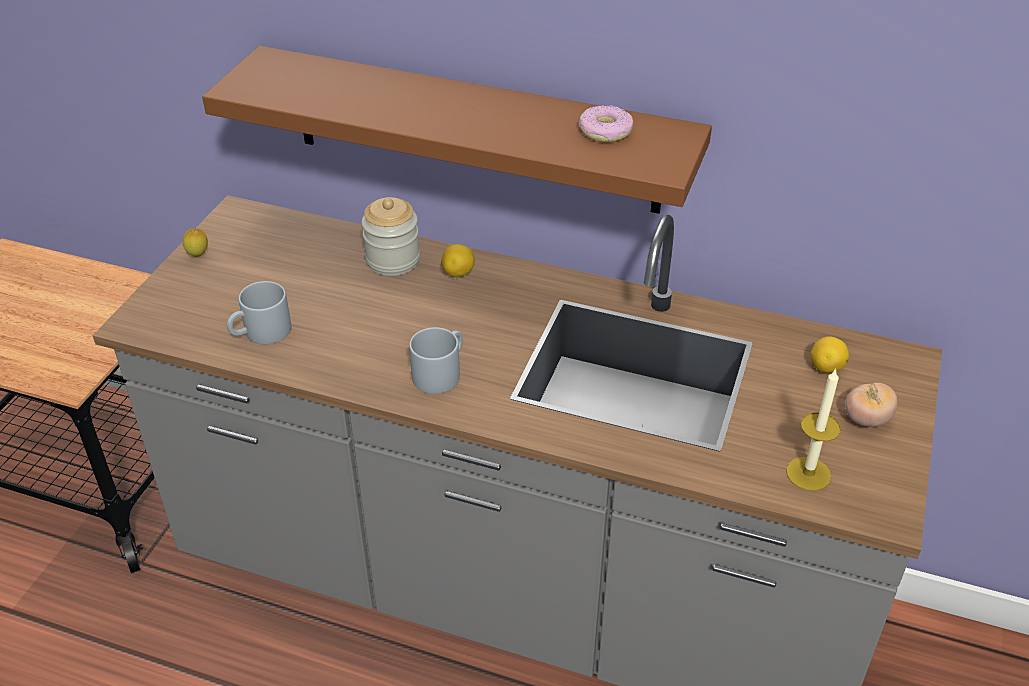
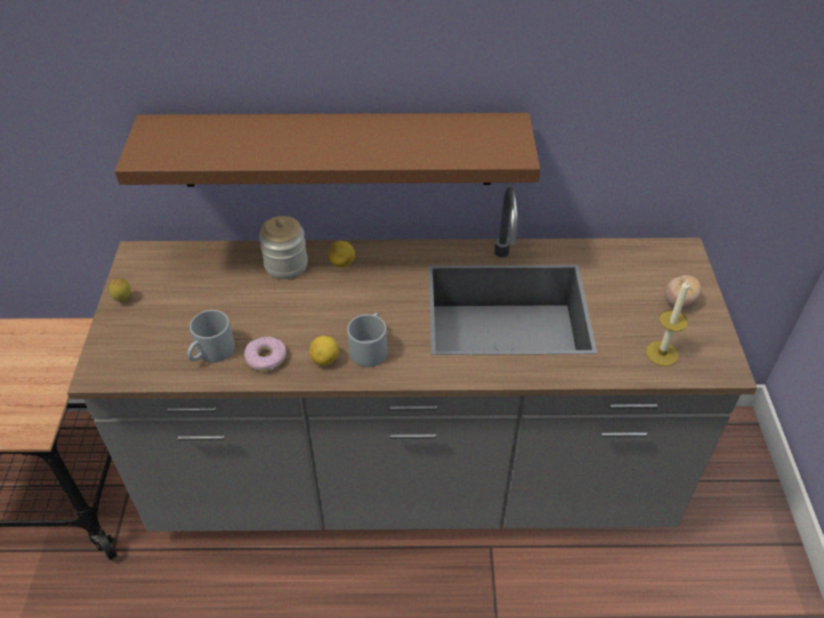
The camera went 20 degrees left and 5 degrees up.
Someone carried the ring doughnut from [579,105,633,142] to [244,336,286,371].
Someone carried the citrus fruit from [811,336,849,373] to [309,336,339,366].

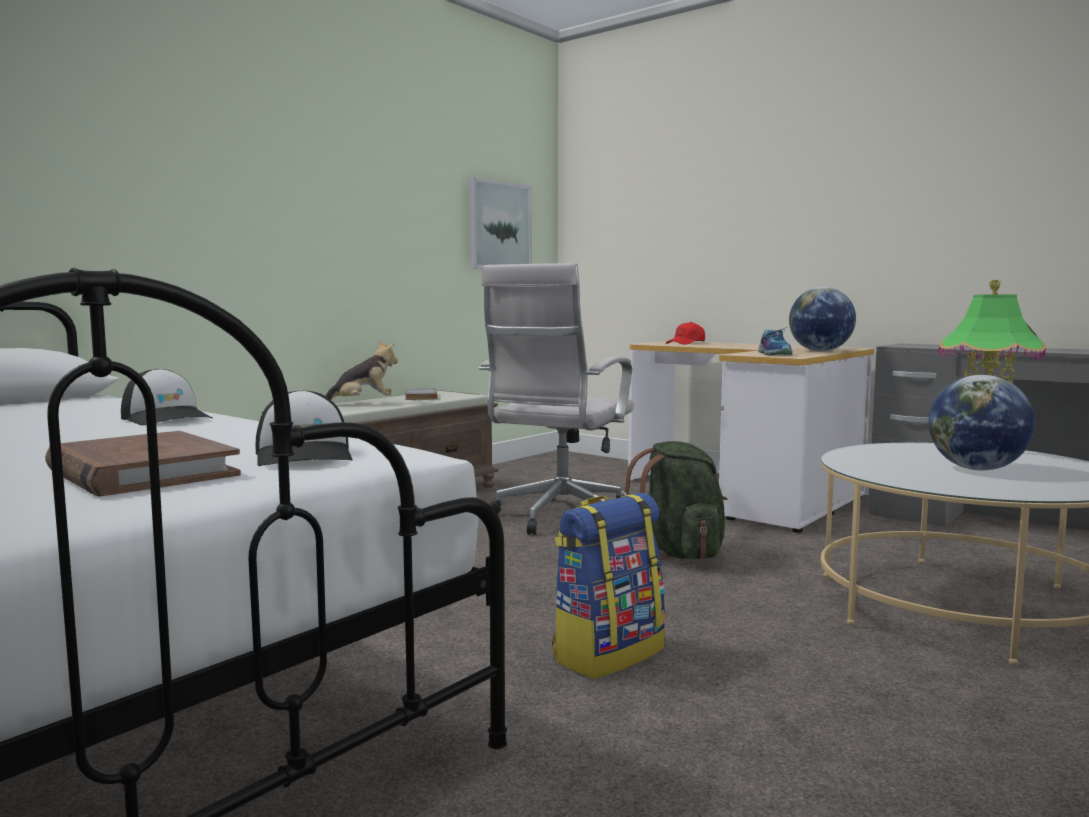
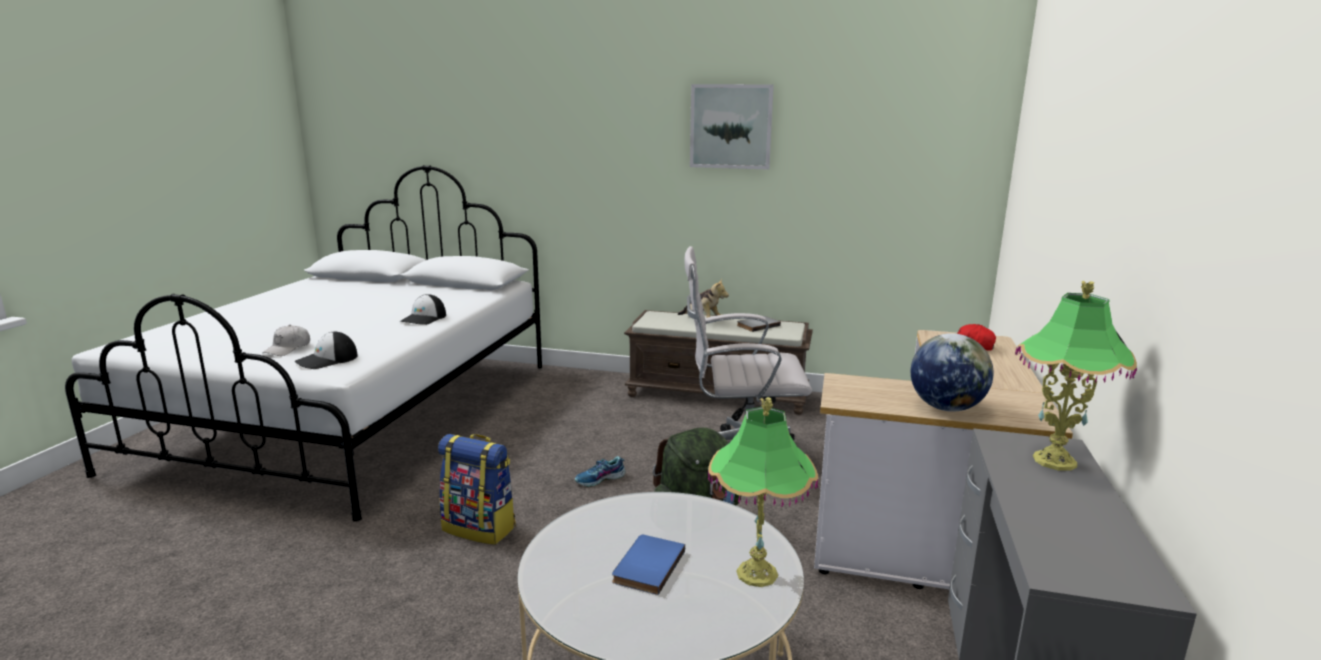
The camera went 65 degrees right and 10 degrees up.
Someone swapped the brownish book at [45,431,241,496] for the whitish baseball cap at [262,325,310,356].
Someone carried the low shoe from [758,327,792,356] to [575,456,625,487].
Someone swapped the globe at [929,375,1035,471] for the blue book at [612,535,685,595].
Someone carried the wall art from [469,177,532,269] to [690,84,774,170].
Someone put down the table lamp at [1015,281,1137,471].

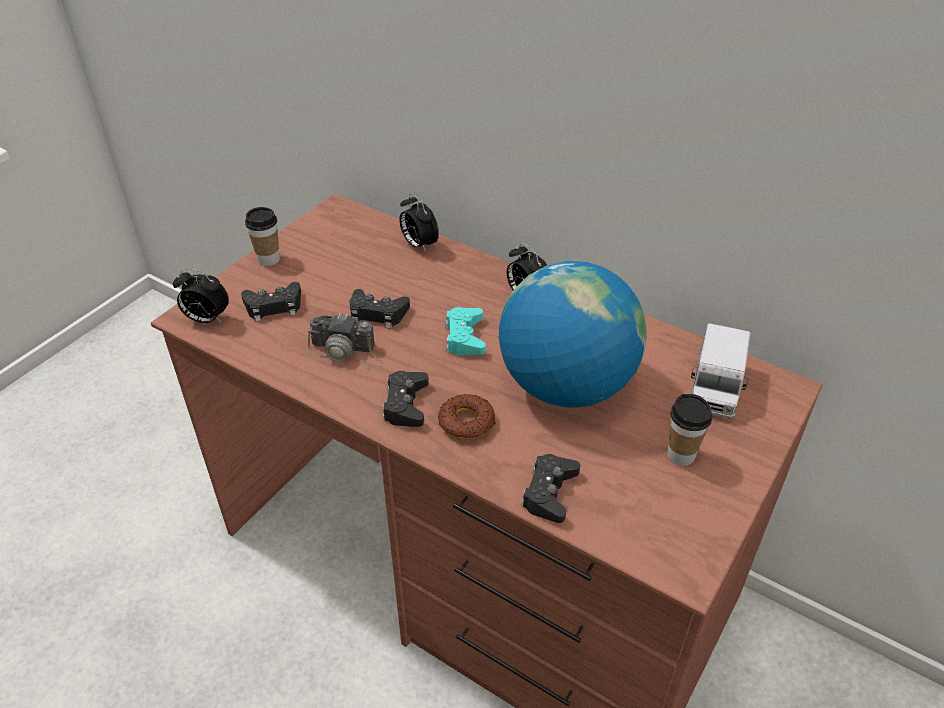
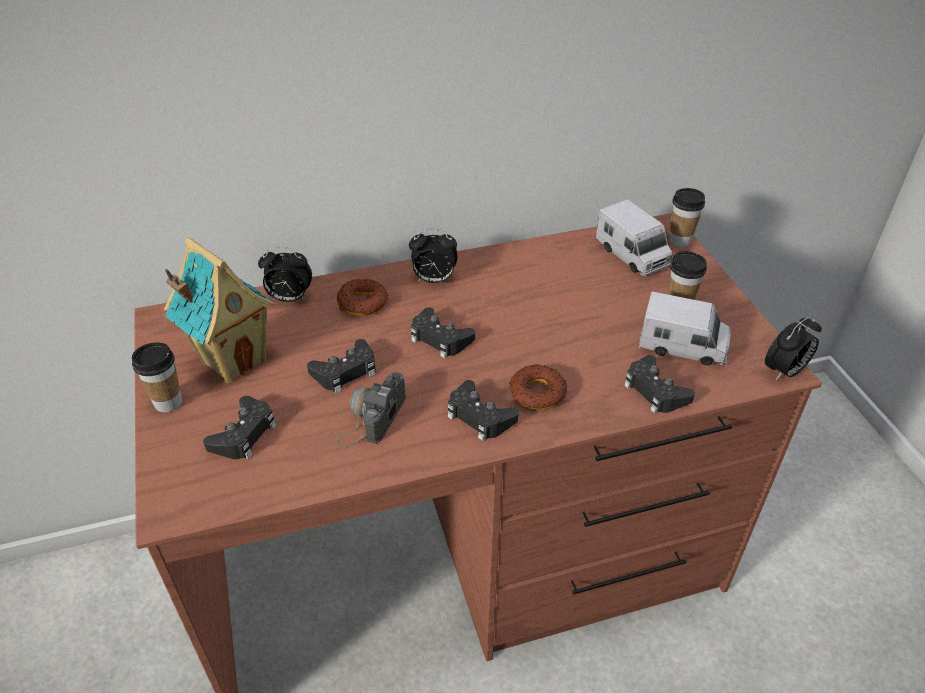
The camera went 50 degrees left and 0 degrees up.
Someone put down the toy house at [164,237,274,384].
Someone rotated the still camera at [307,313,383,370] by 150 degrees clockwise.
Someone put down the ring doughnut at [337,279,388,316].
Someone repainted the turquoise-coloured joypad at [445,307,486,355], which became the black joypad at [411,308,475,358].
Someone put down the toy truck at [638,291,731,366].
Someone put down the cup at [669,188,705,248].
Someone carried the alarm clock from [173,269,229,323] to [765,315,822,380].
Someone took away the globe at [499,261,647,408].

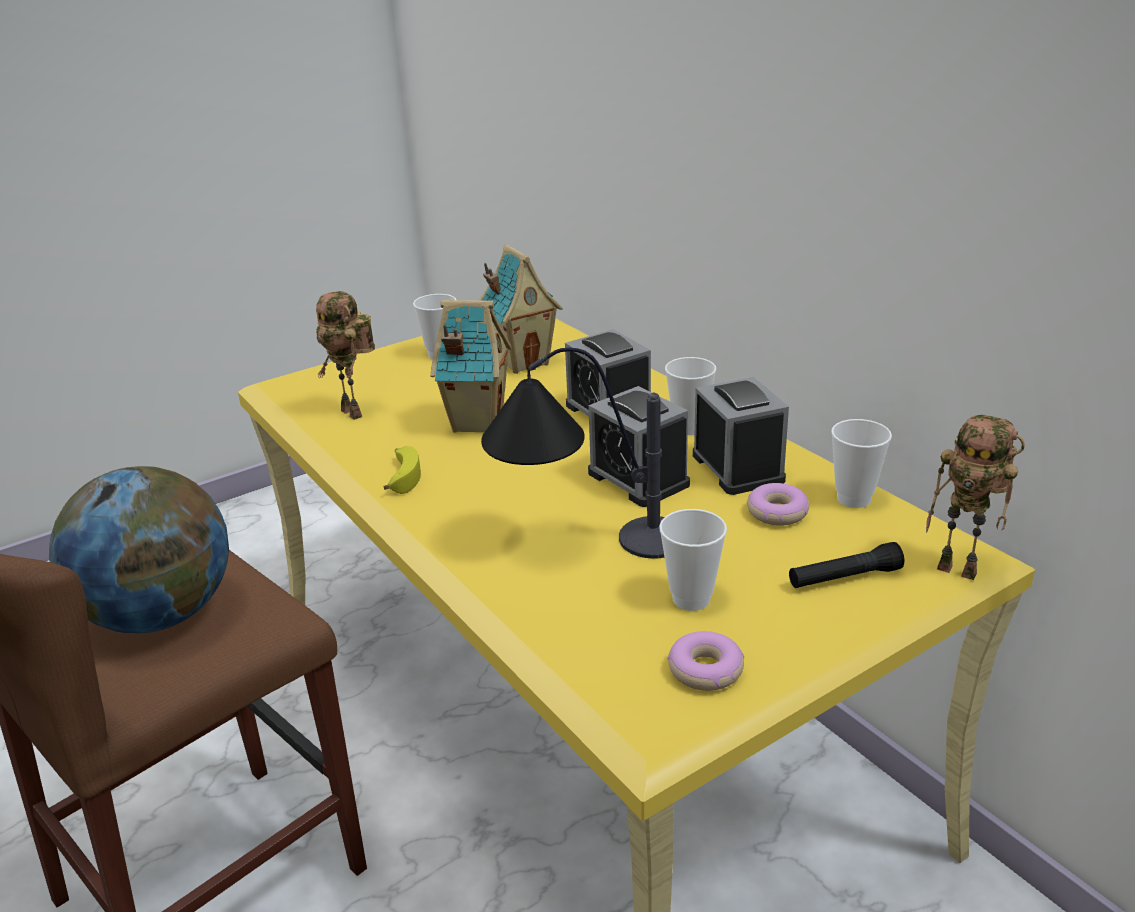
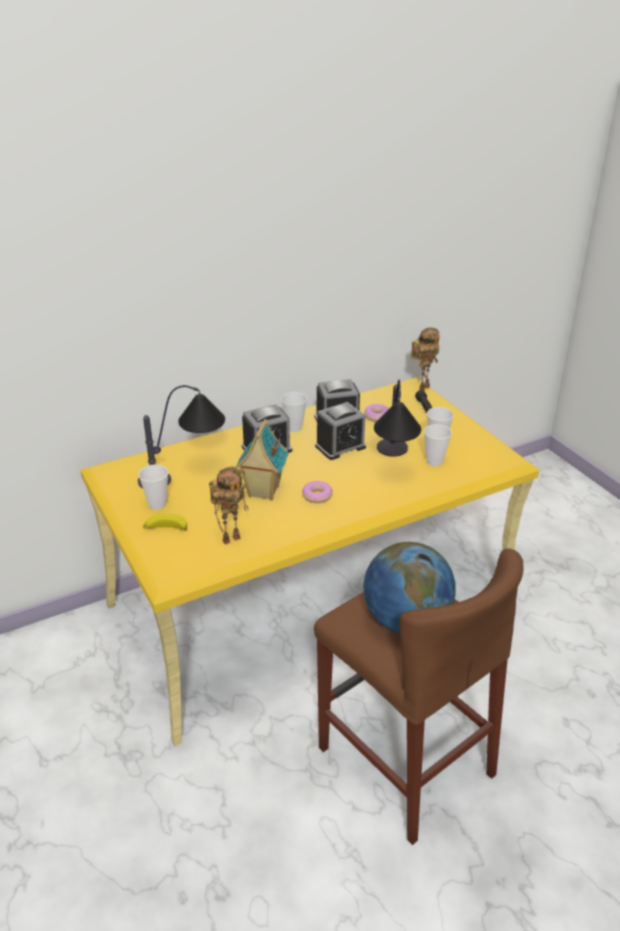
The camera went 85 degrees left and 5 degrees up.
Someone swapped the toy house at [480,244,563,374] for the table lamp at [138,385,225,488].
Someone carried the whole banana from [384,446,421,494] to [143,513,187,531].
Someone carried the ring doughnut from [667,631,744,691] to [302,481,333,503].
Someone carried the cup from [831,419,892,508] to [424,424,452,467].

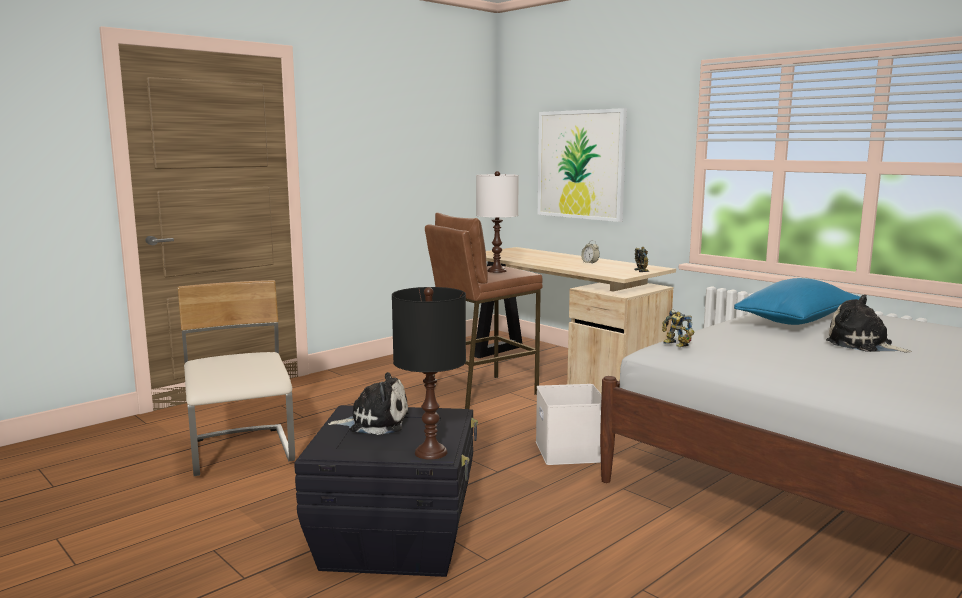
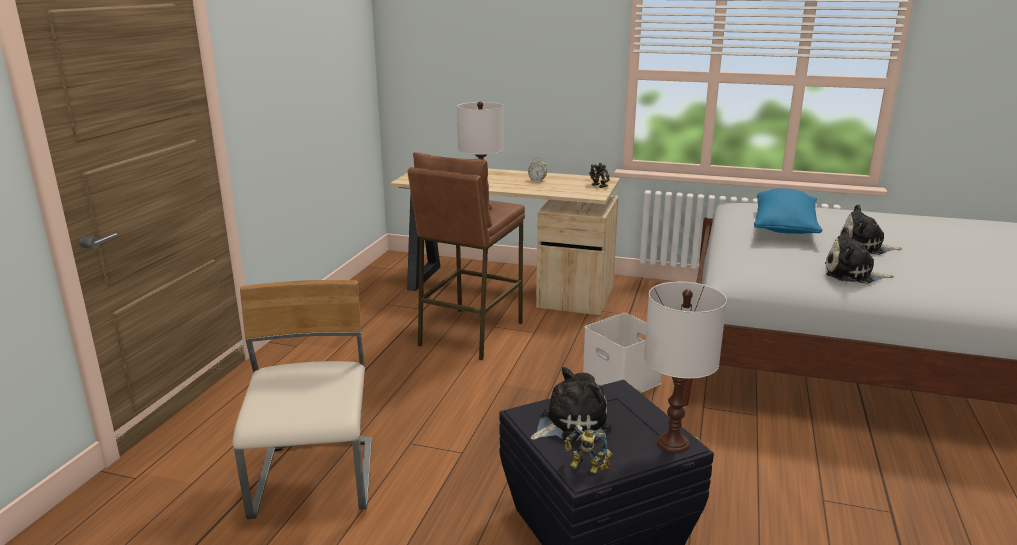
The camera went 30 degrees left and 10 degrees up.
Someone rotated the sand-coloured plain chair at [178,280,295,476] by 45 degrees clockwise.
Someone carried the toy robot from [662,309,694,347] to [564,425,612,474].
Someone repainted the black table lamp at [392,287,466,460], which became the whitish table lamp at [644,281,727,453].
Someone put down the cuddly toy at [825,228,894,284].
Someone took away the wall art at [538,108,627,222].

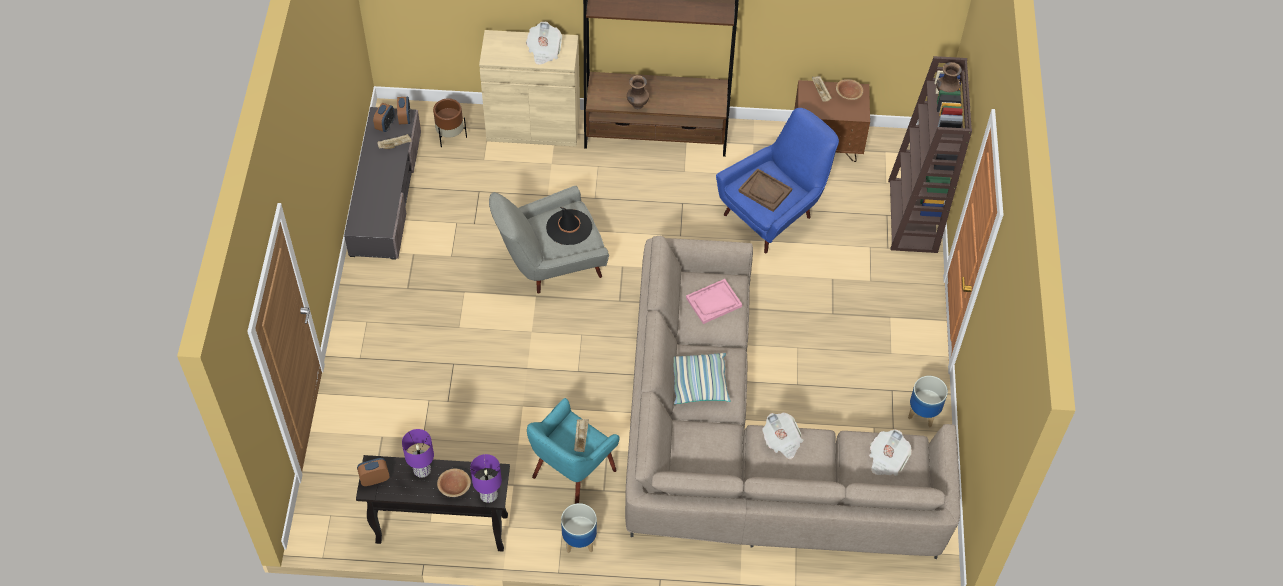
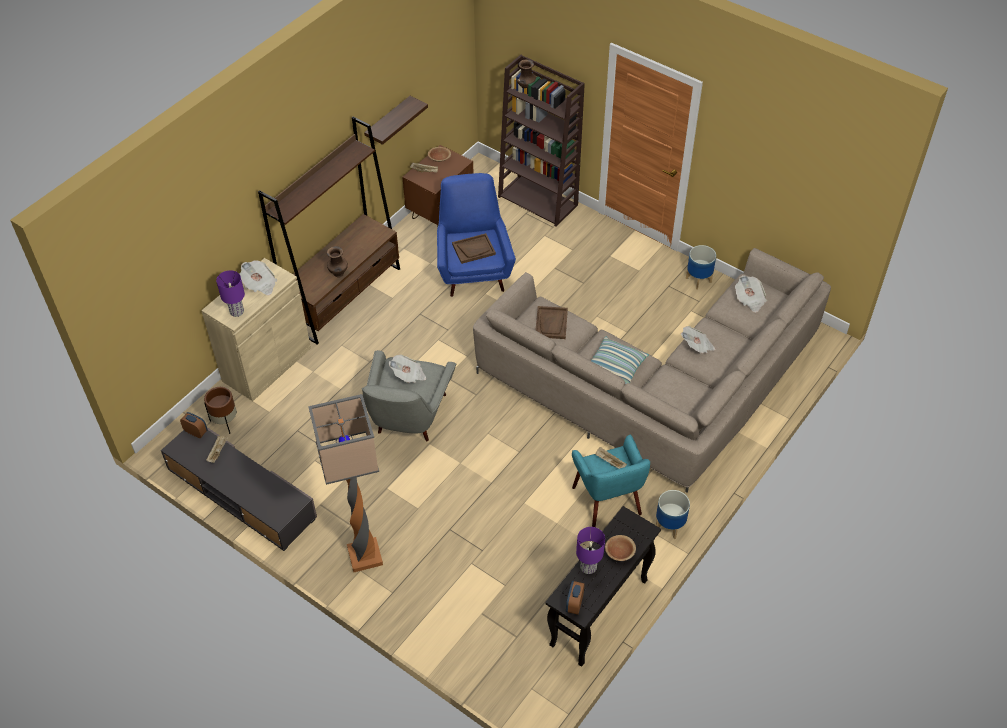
The camera went 55 degrees left and 5 degrees down.
Someone carried the purplish table lamp from [470,454,502,503] to [216,270,245,317].
Someone put down the floor lamp at [308,394,383,572].
Someone put up the wall shelf at [364,96,428,145].
Someone swapped the black clothing hat at [546,207,592,245] for the daily paper at [389,354,427,383].
Someone repainted the pink serving tray at [686,279,742,324], which became the brownish serving tray at [536,306,568,339].
Someone took away the alarm clock at [373,103,395,132].

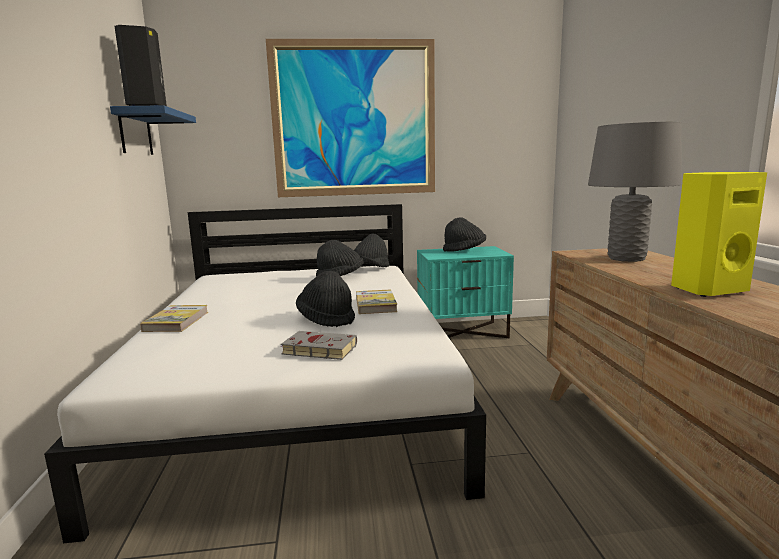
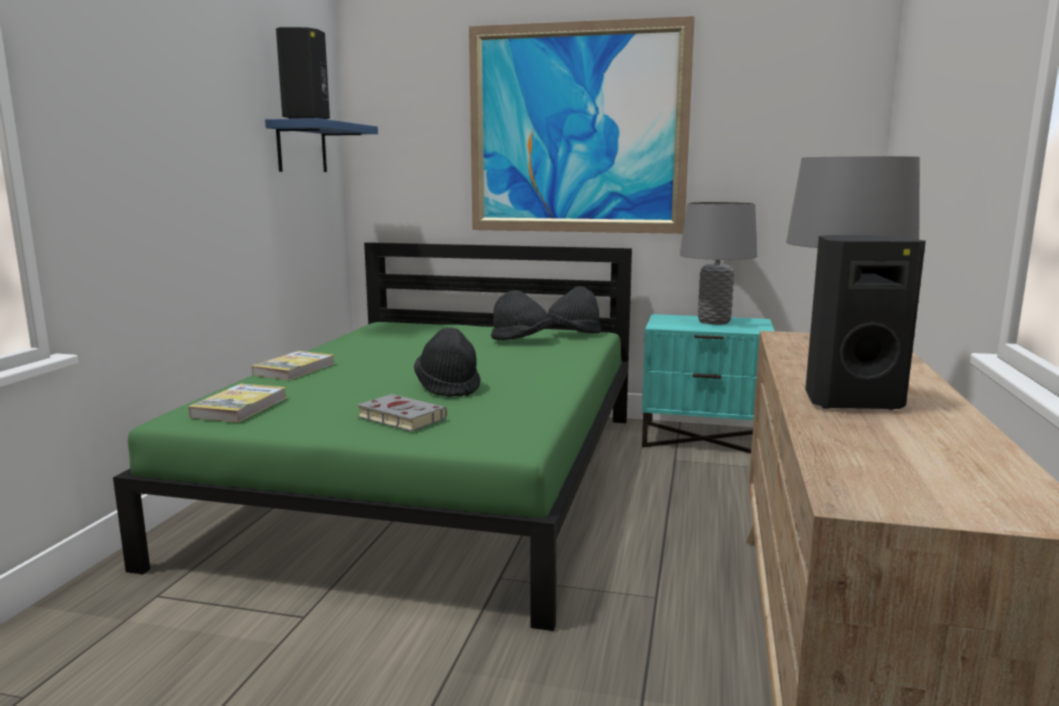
The camera went 20 degrees right and 0 degrees up.
Someone repainted the whitish bed at [44,204,486,544], which became the green-coloured bed at [113,242,632,631].
Someone carried the book from [356,289,397,314] to [188,384,287,422].
Someone swapped the black clothing hat at [443,217,486,252] for the greyish table lamp at [680,202,757,325].
Someone repainted the yellowish speaker at [671,172,767,297], which became the black speaker at [805,235,926,410].

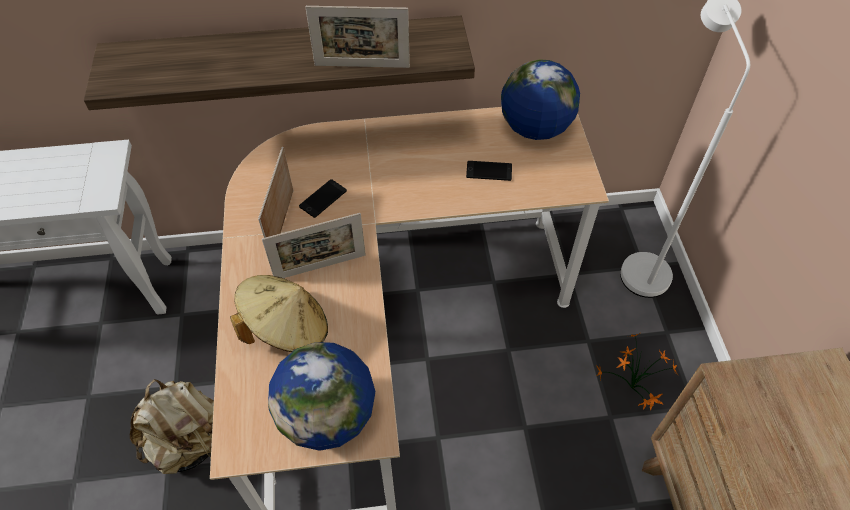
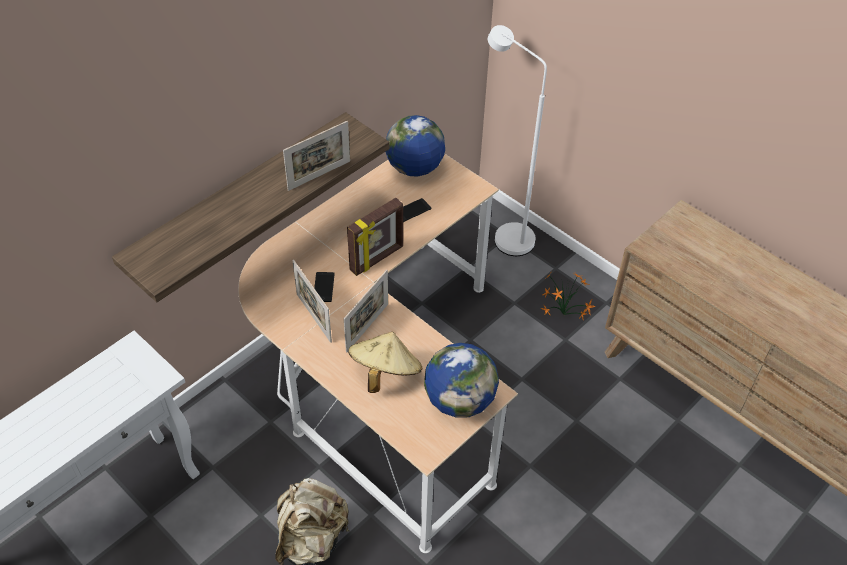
The camera went 40 degrees left and 5 degrees down.
Someone put down the standing frame at [347,198,403,276].

